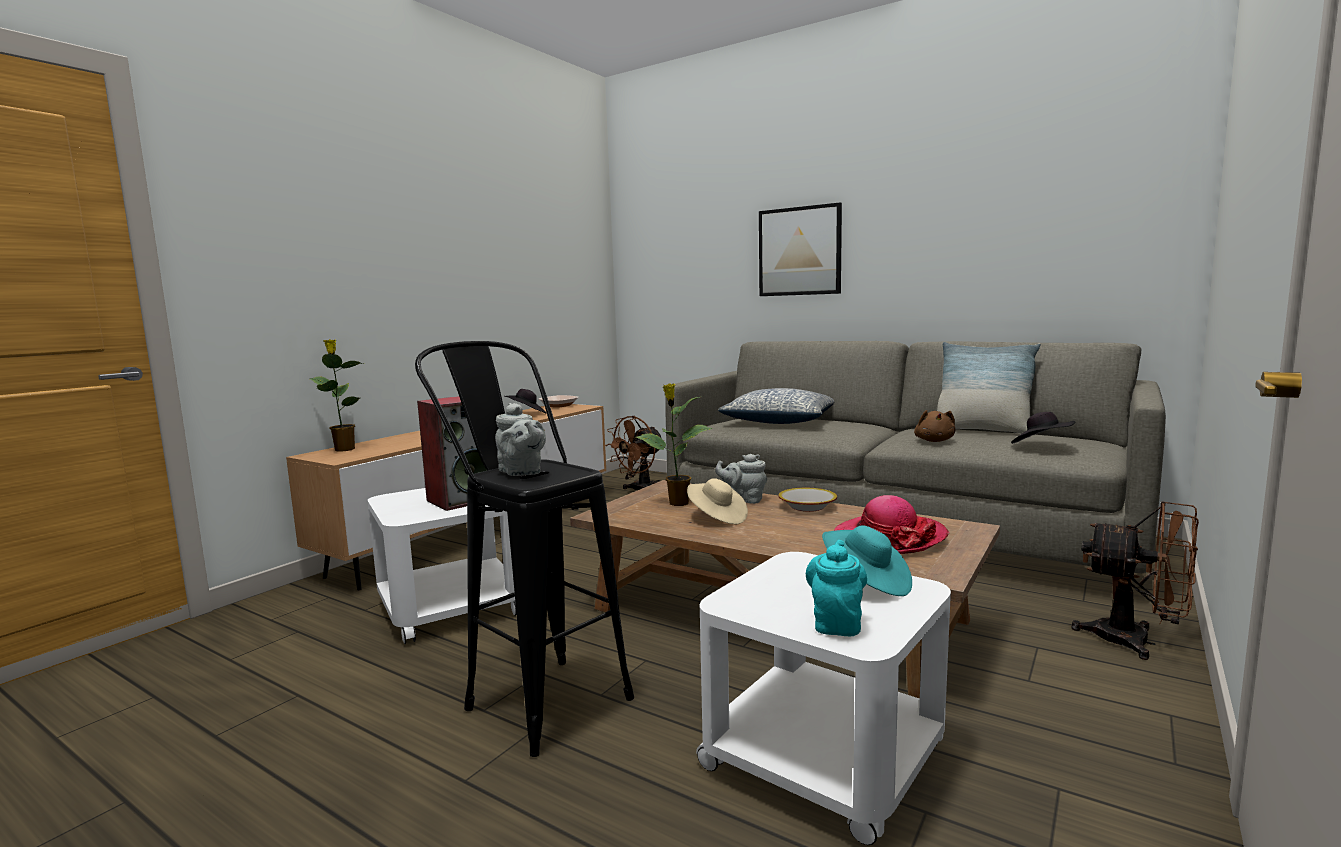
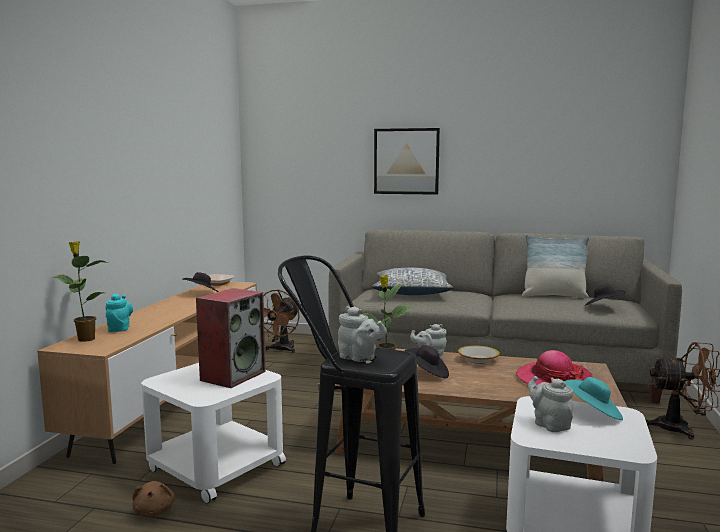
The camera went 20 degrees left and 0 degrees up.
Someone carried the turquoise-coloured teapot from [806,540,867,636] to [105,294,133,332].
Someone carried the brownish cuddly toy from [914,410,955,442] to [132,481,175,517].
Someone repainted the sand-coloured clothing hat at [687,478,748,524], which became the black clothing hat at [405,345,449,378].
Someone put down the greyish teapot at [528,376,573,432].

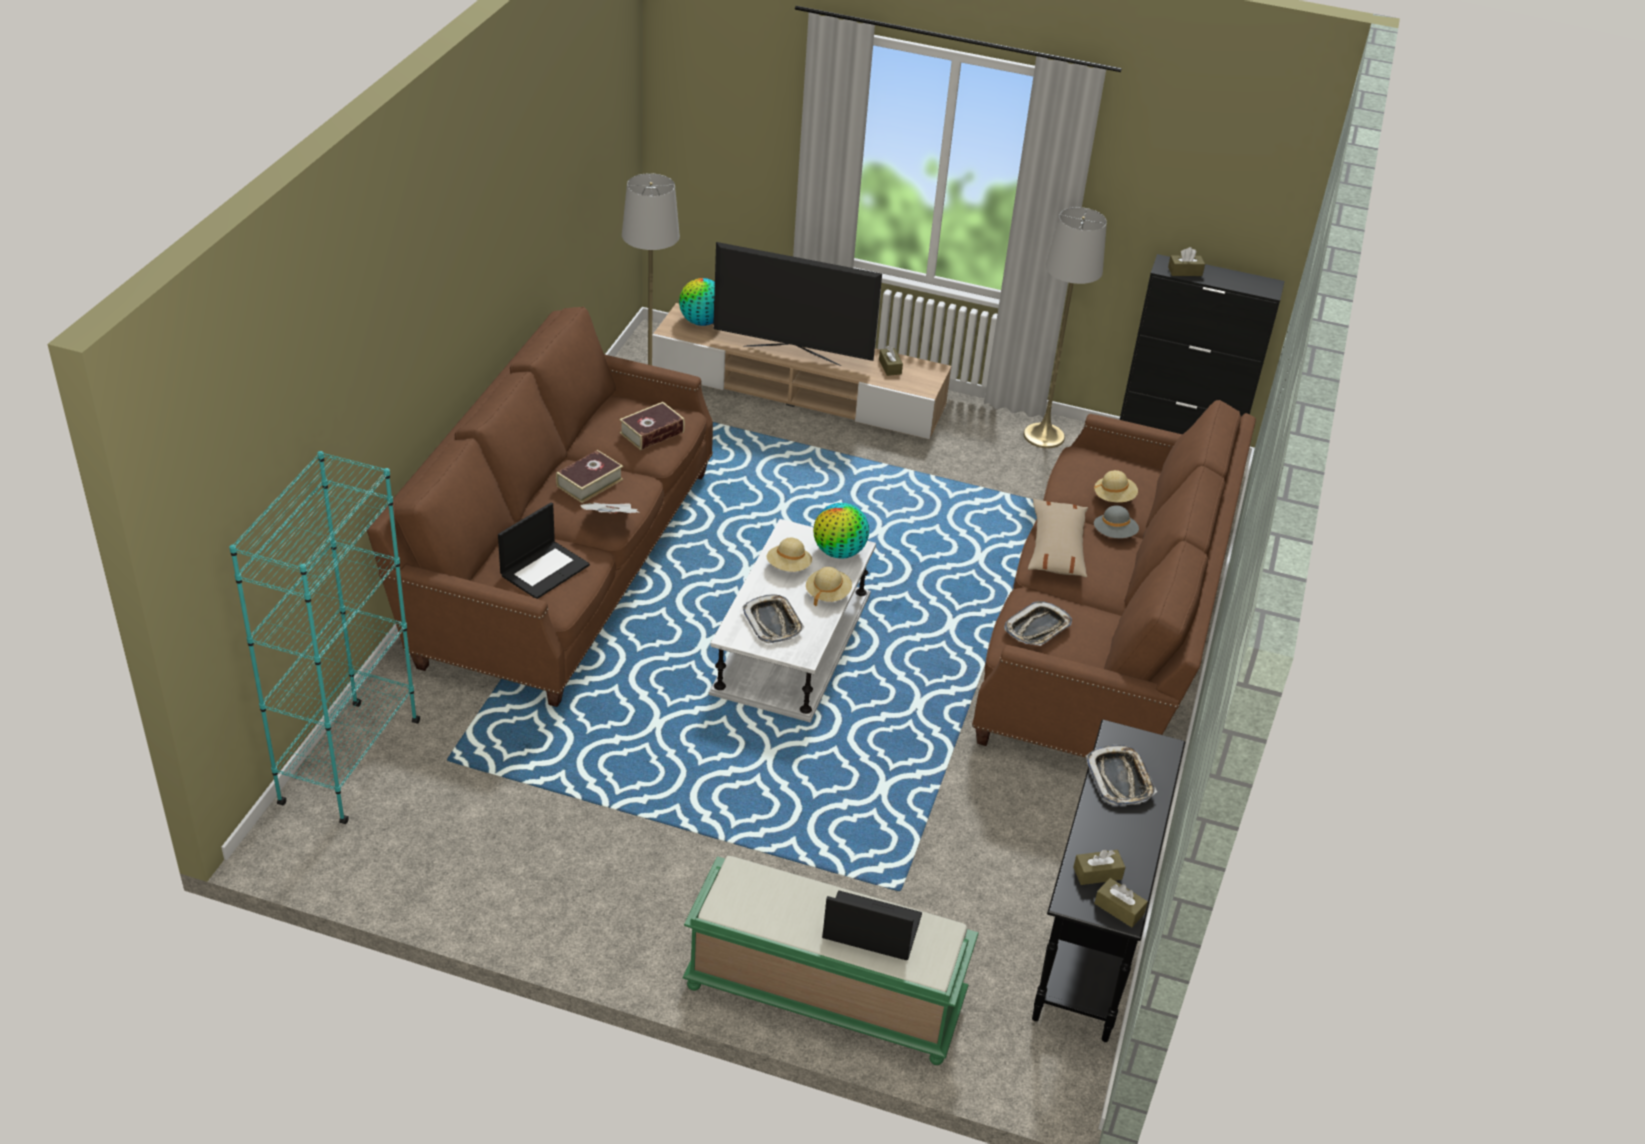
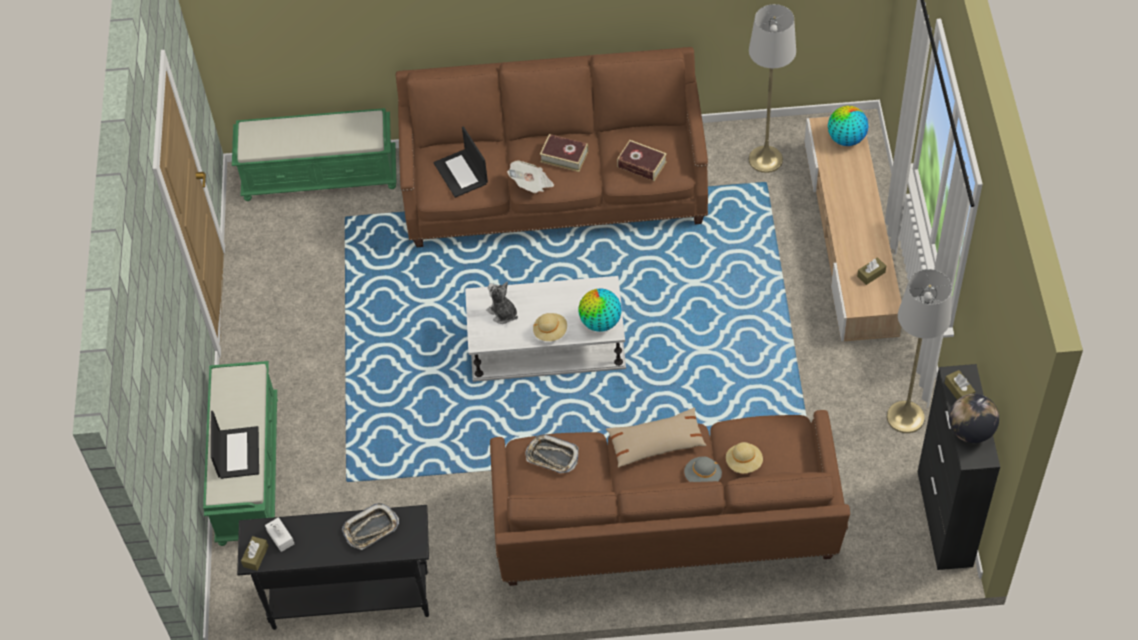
The camera went 75 degrees right and 15 degrees up.
Someone swapped the turquoise-coloured bookcase at [229,451,420,824] for the green-coloured indoor bench at [232,108,396,201].
Someone repainted the brownish tissue holder at [1073,850,1125,885], which became the whitish tissue holder at [265,517,294,552].
Someone rotated the portable computer at [498,502,590,599] by 45 degrees clockwise.
Someone swapped the serving tray at [742,594,805,643] for the cuddly toy at [486,281,518,324].
Someone put down the globe at [949,394,999,443].
Someone took away the TV at [713,242,882,366].
Someone took away the sand-coloured clothing hat at [766,538,812,572].

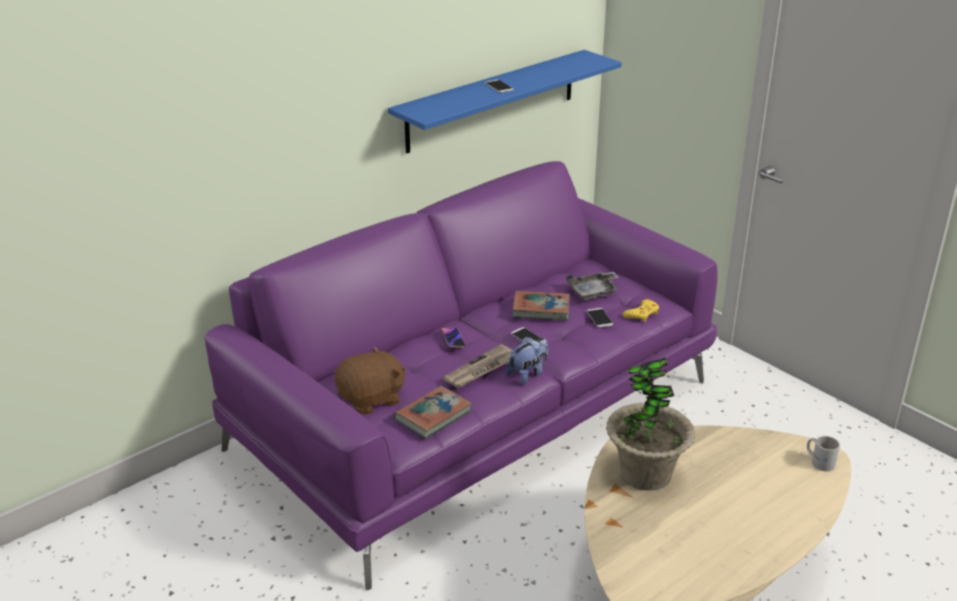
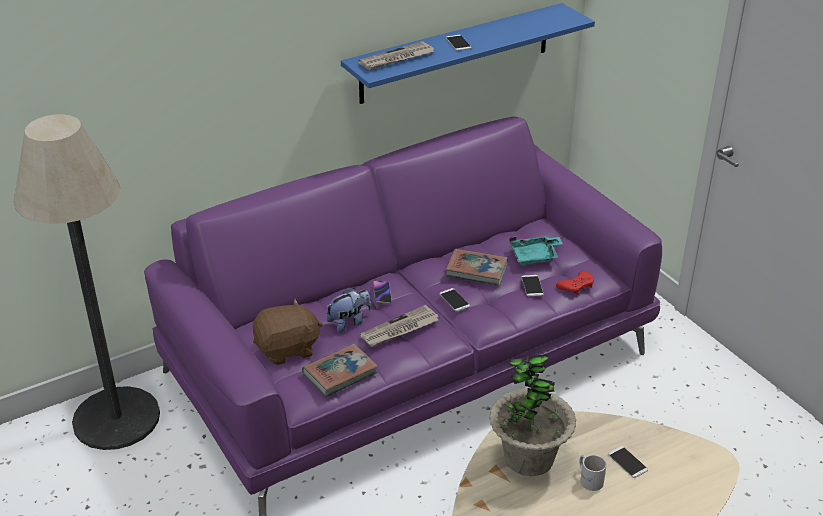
The camera went 10 degrees right and 5 degrees up.
Someone put down the floor lamp at [14,114,160,450].
Someone carried the cuddly toy from [506,337,548,385] to [326,287,371,333].
Someone put down the daily paper at [358,41,435,70].
Someone repainted the greyish serving tray at [566,272,619,300], which became the turquoise-coloured serving tray at [509,236,563,265].
Someone repainted the yellowish joypad at [623,299,659,322], which became the red-coloured joypad at [556,271,594,295].
Someone carried the whitish mug from [807,436,840,471] to [579,455,607,491].
Someone put down the handset at [608,446,648,478].

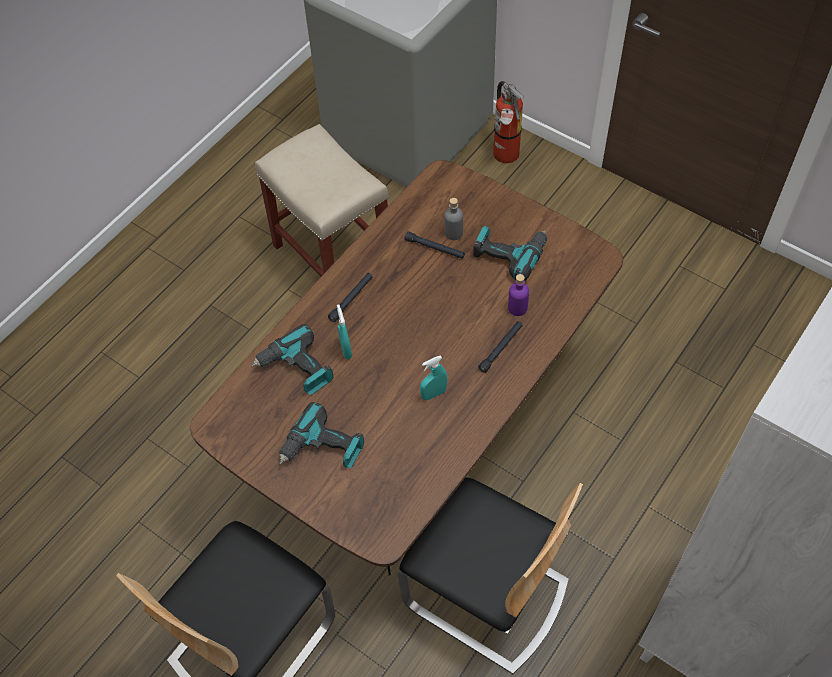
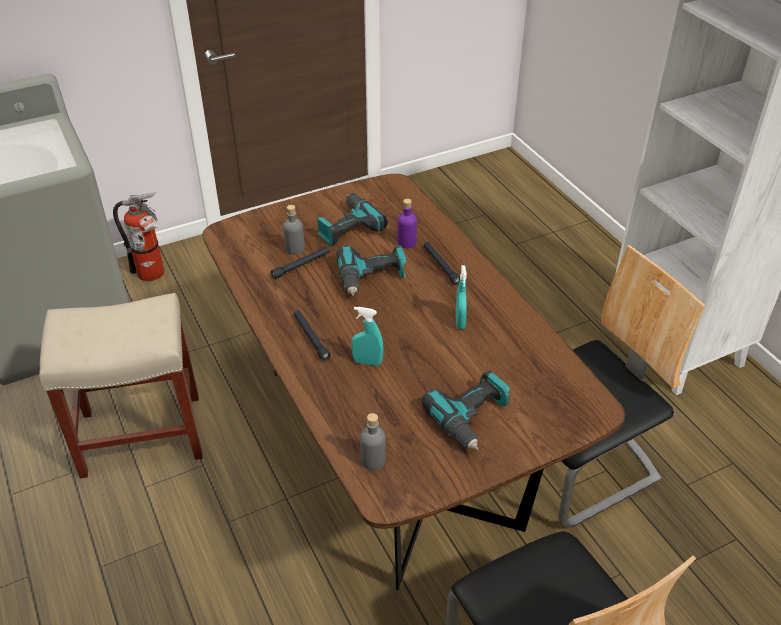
The camera went 65 degrees left and 15 degrees down.
Someone carried the power drill from [251,324,333,395] to [337,245,407,296].
Someone put down the greyish beverage bottle at [360,413,386,470].

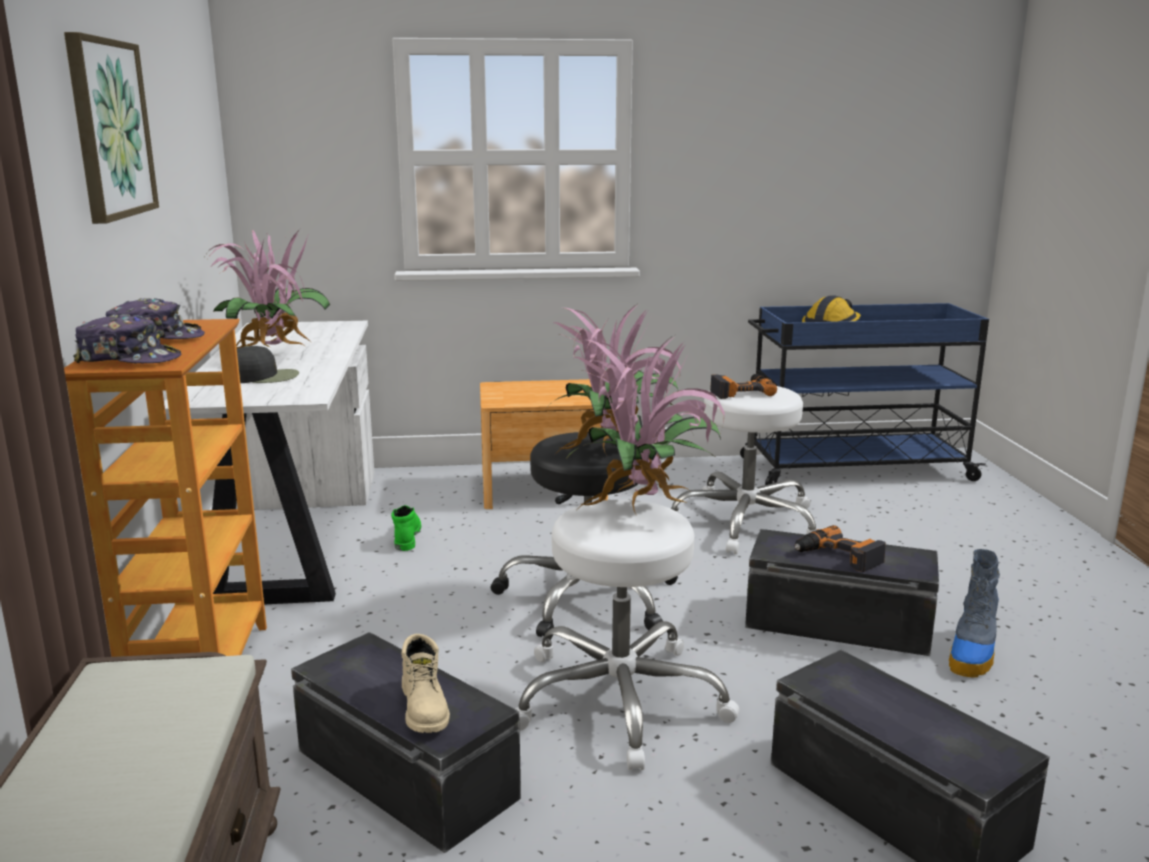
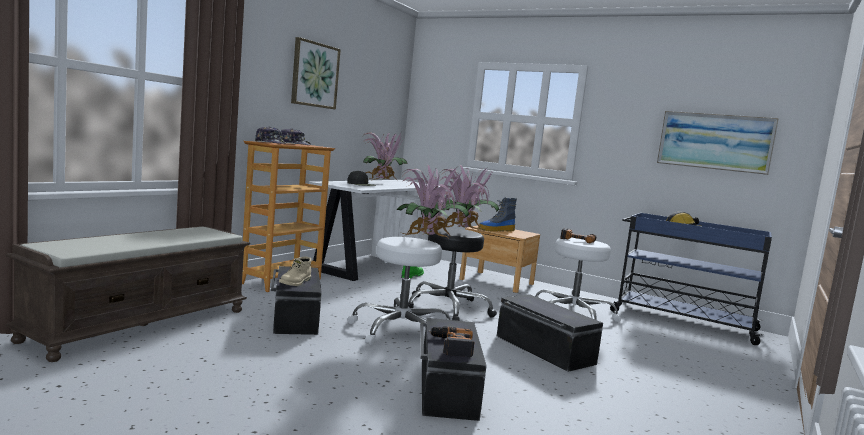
The camera went 35 degrees right and 10 degrees down.
Someone carried the power drill from [795,525,886,572] to [429,327,474,357].
Someone carried the boot from [949,549,1000,678] to [479,197,517,232].
Someone put up the wall art at [657,111,779,175].

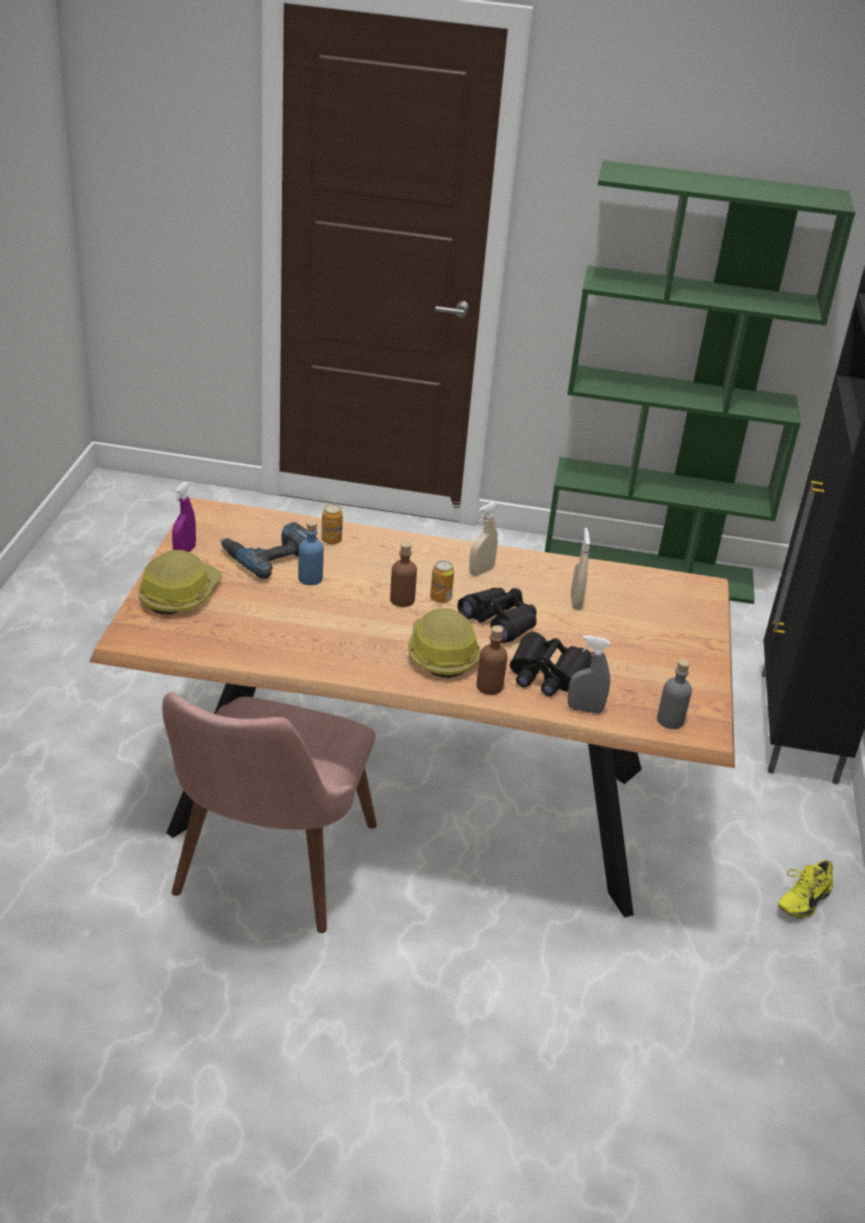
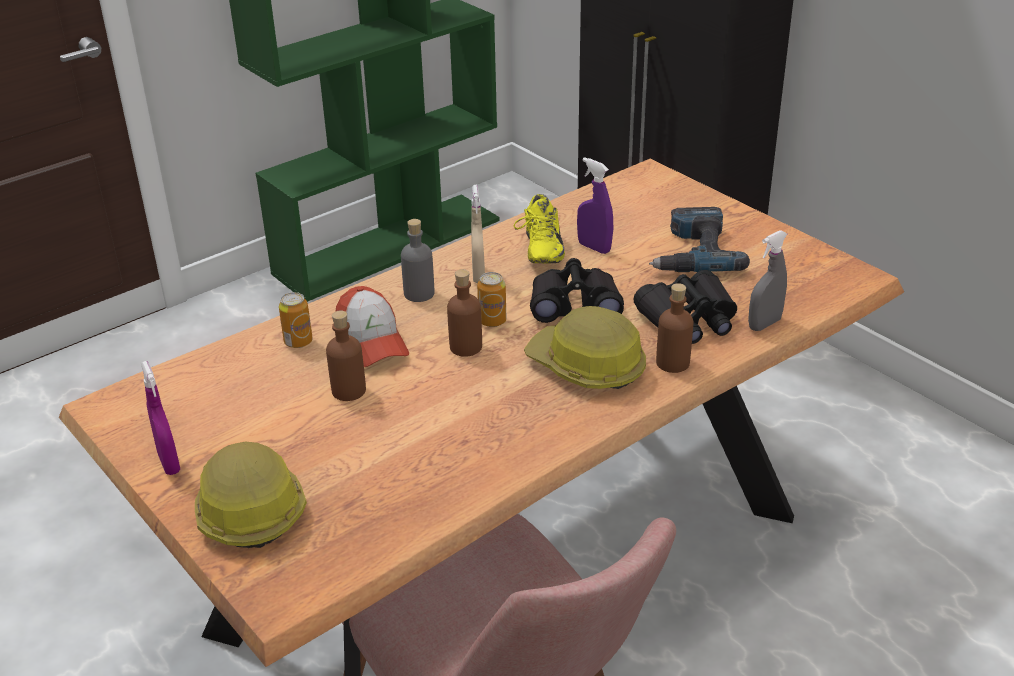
The camera went 45 degrees left and 0 degrees up.
Someone repainted the blue beverage bottle at [298,520,324,585], which became the brownish beverage bottle at [326,311,366,401].
Someone put down the baseball cap at [336,286,409,367].
Someone carried the greyish beverage bottle from [657,659,692,729] to [401,219,434,302].
Someone carried the yellowish low shoe from [778,860,833,918] to [513,194,565,264].
Someone repainted the sand-coloured sprayer at [571,528,590,610], which became the purplish sprayer at [577,157,613,254].
Someone carried the power drill from [220,522,318,579] to [649,207,750,272].

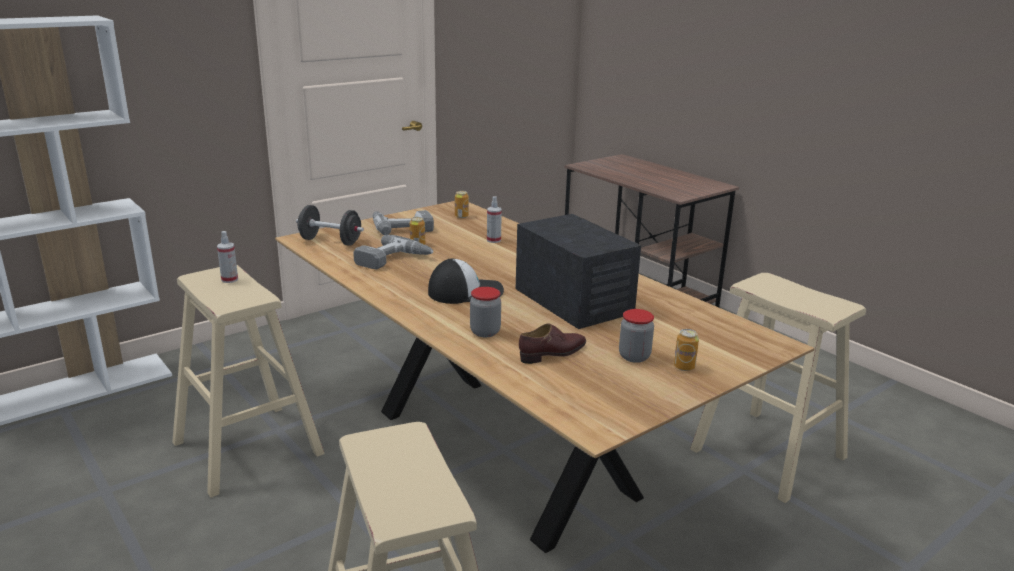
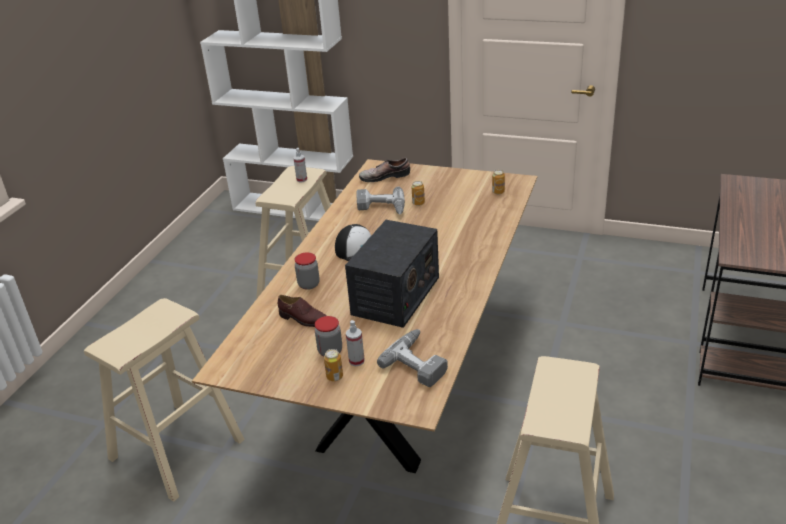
The camera went 60 degrees right and 10 degrees up.
Someone carried the sprayer from [487,196,502,243] to [346,320,365,366].
Someone swapped the black dumbbell at [296,205,364,246] for the low shoe at [359,158,410,182].
Someone carried the power drill from [373,210,434,235] to [377,329,448,387].

